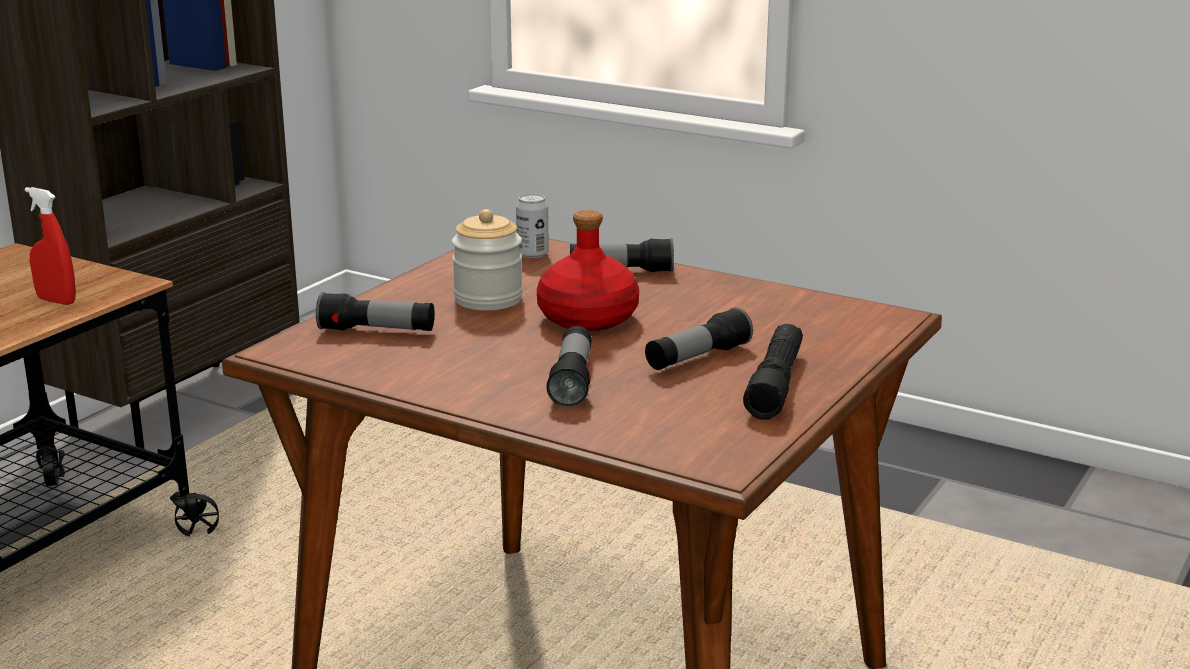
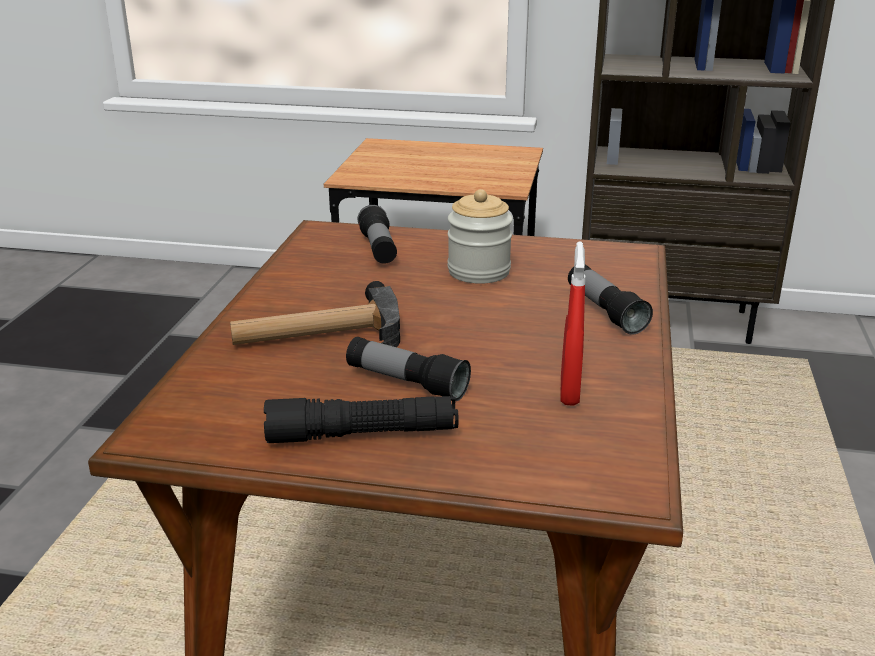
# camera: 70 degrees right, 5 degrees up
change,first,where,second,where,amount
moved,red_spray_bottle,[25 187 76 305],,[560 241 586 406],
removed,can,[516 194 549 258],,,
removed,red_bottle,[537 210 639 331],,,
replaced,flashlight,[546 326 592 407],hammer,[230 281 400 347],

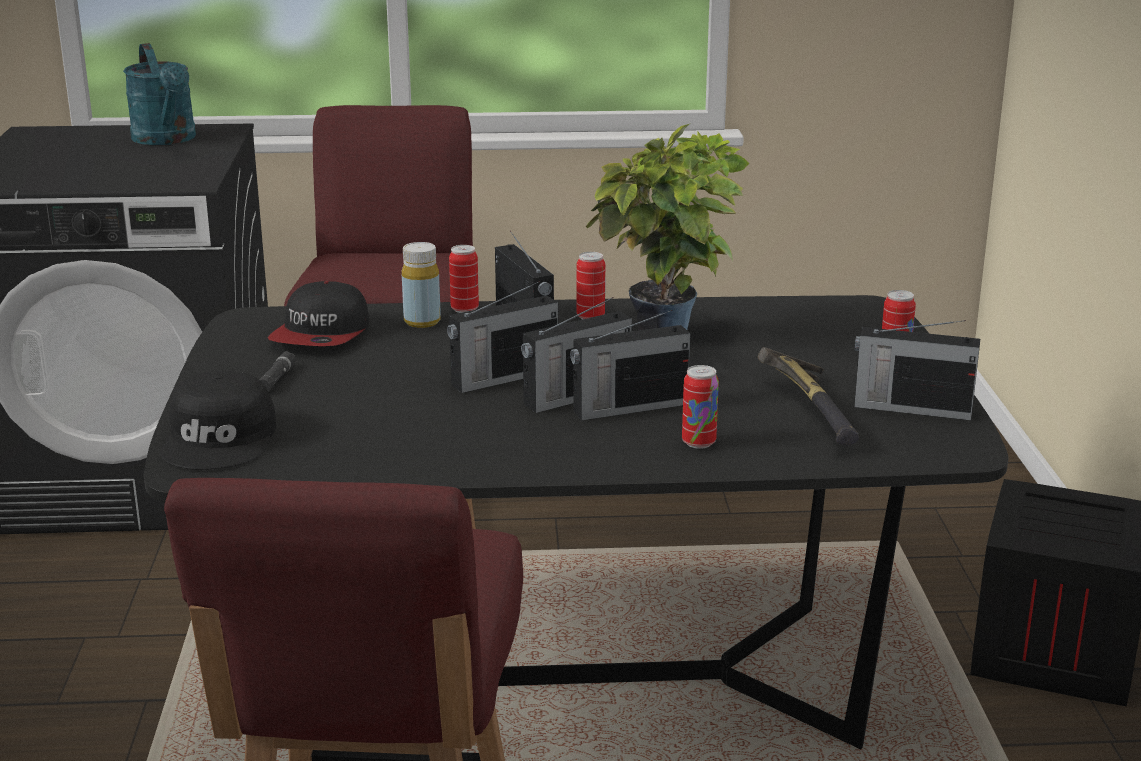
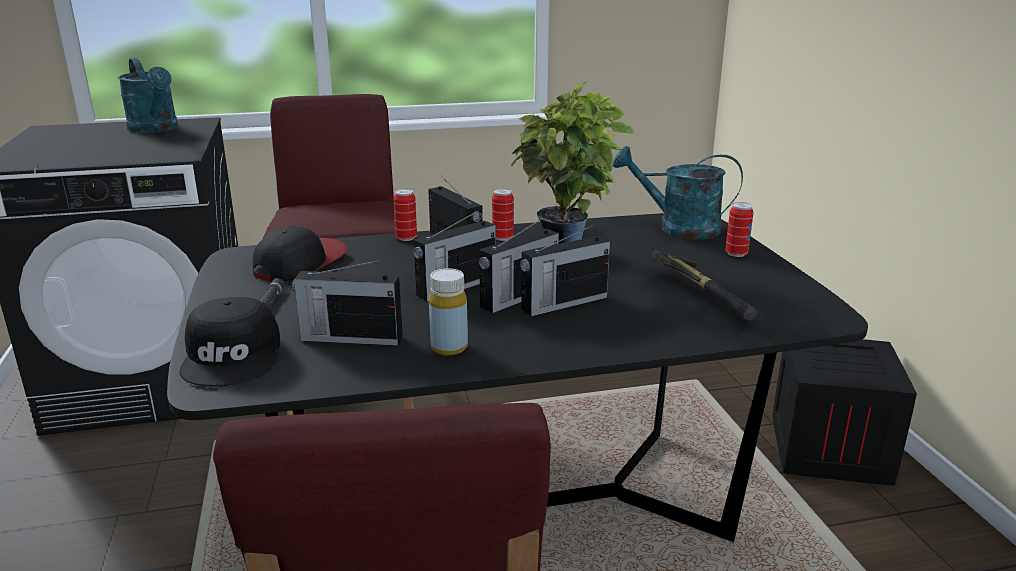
# camera: 10 degrees left, 0 degrees up
change,first,where,second,where,amount
moved,yellow_bottle,[402 242 441 328],,[429 268 468 356],
turned,cap,[268 281 369 346],,[253 226 348 281],150 degrees counterclockwise
moved,radio,[854 320 980 420],,[292 260 403 346],
removed,can,[682 365 719 449],,,
added,,,turquoise_watering_can,[613 146 743 239],

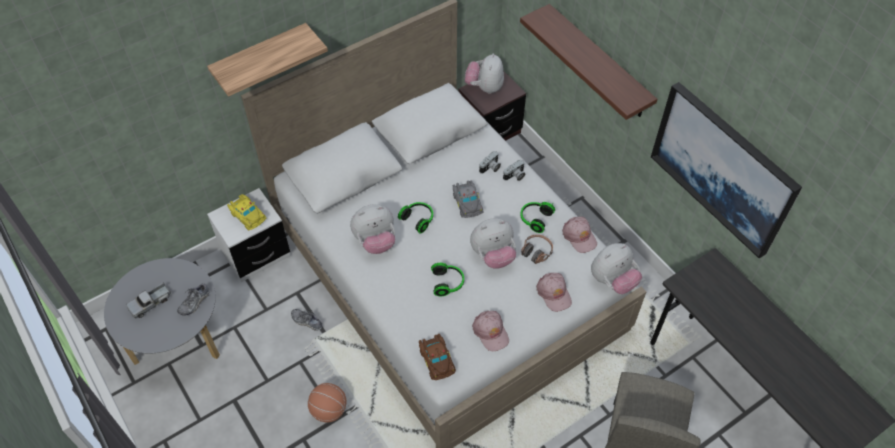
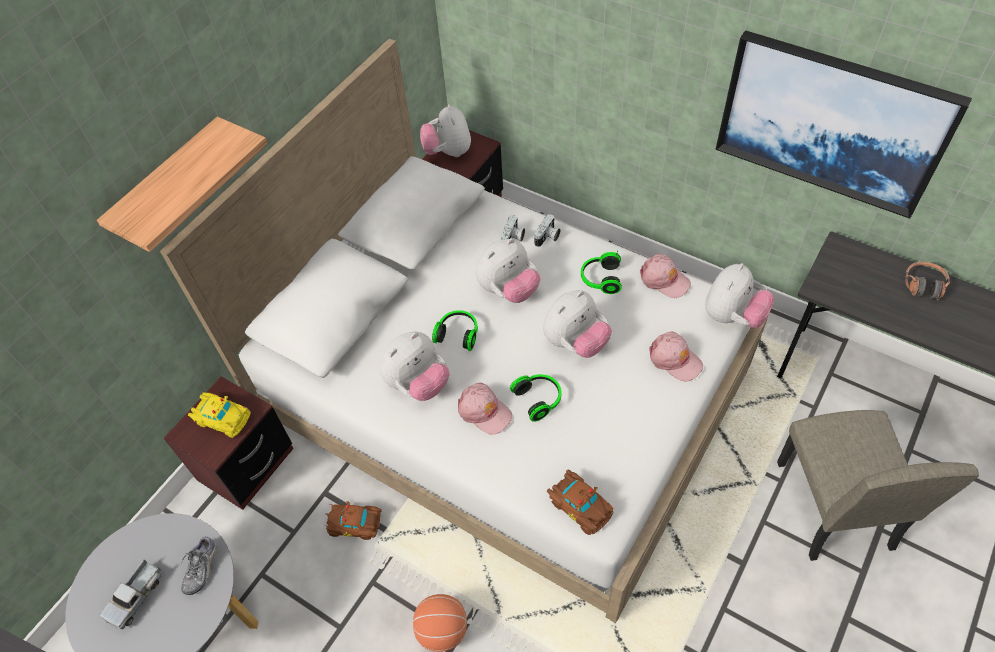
# camera: 20 degrees left, 0 degrees up
change,first,where,second,where,amount
removed,shelf,[520 4 657 120],,,
replaced,grey_toy_car,[453 180 484 218],plush_toy,[476 238 540 303],
recoloured,white_nightstand,[207 188 291 282],brown_nightstand,[163 376 294 510],
moved,headphones,[521 234 553 264],,[905 262 950 300],
replaced,shoe,[291 309 323 331],brown_toy_car,[324 501 382 540],
moved,pink_cap,[472 311 509 351],,[458 383 512 435],

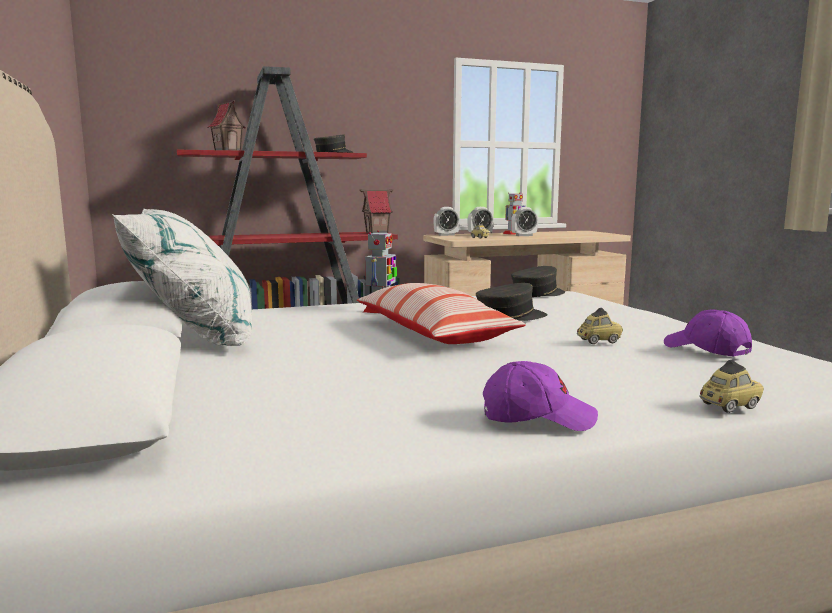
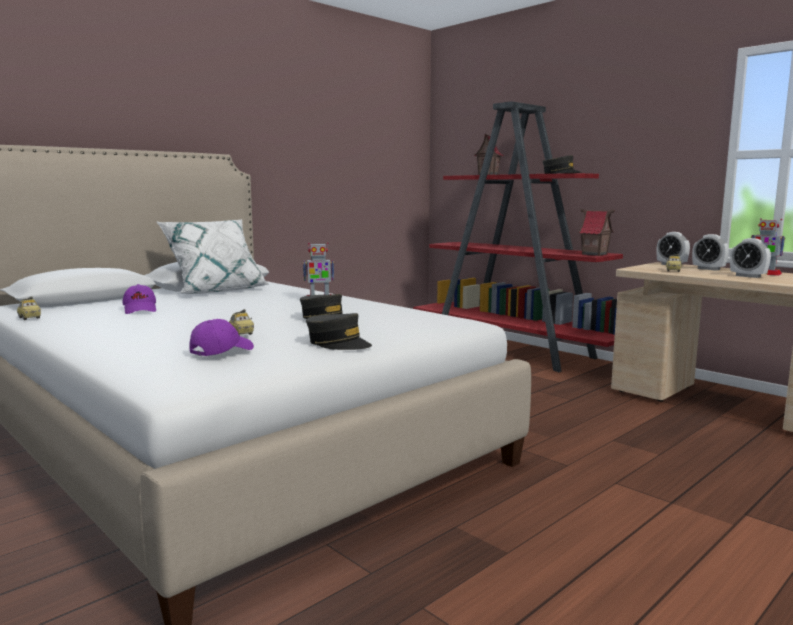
# camera: 65 degrees right, 0 degrees up
change,first,where,second,where,amount
moved,grey_cap,[511 266 565 297],,[306 313 372 350],
removed,pillow,[357 283 526 344],,,
moved,toy_car,[699 360 764 413],,[17 296 41 320],
moved,purple_cap,[483 361 598 431],,[123 284 156 314],

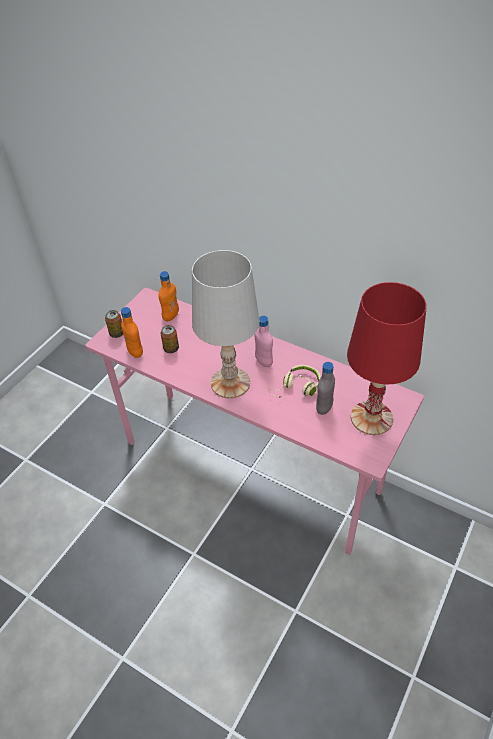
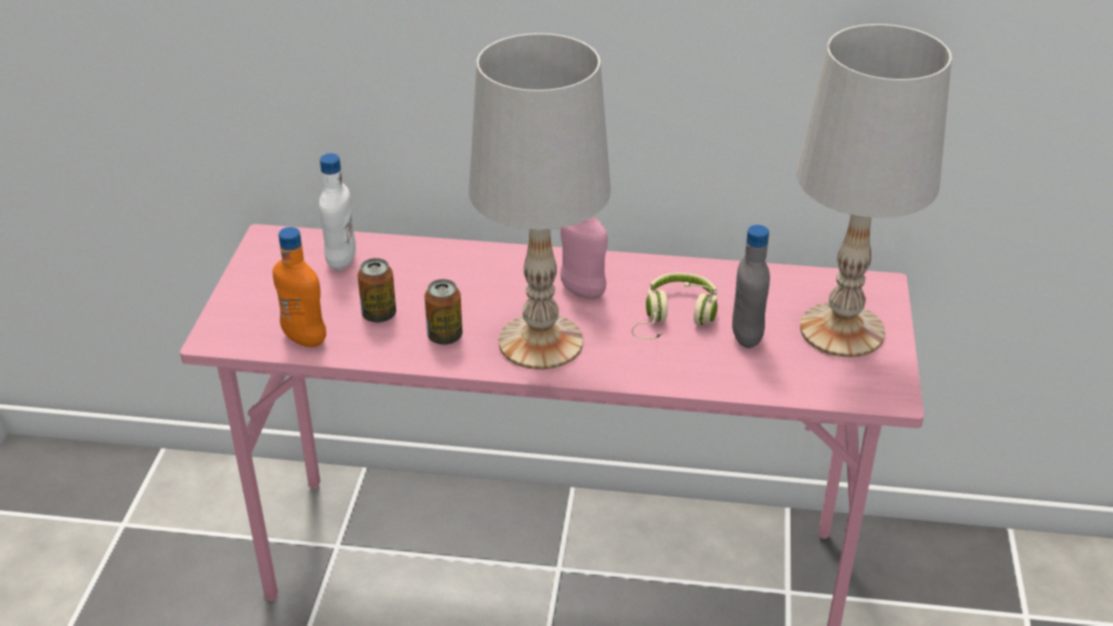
# camera: 25 degrees left, 10 degrees down
change,first,where,second,where,amount
recoloured,orange_bottle,[158 271 179 321],white_bottle,[319 153 356 271],
recoloured,red_table_lamp,[347 282 427 435],white_table_lamp,[797 24 952 357],
moved,can,[105 310 123 338],,[425 279 462 345],

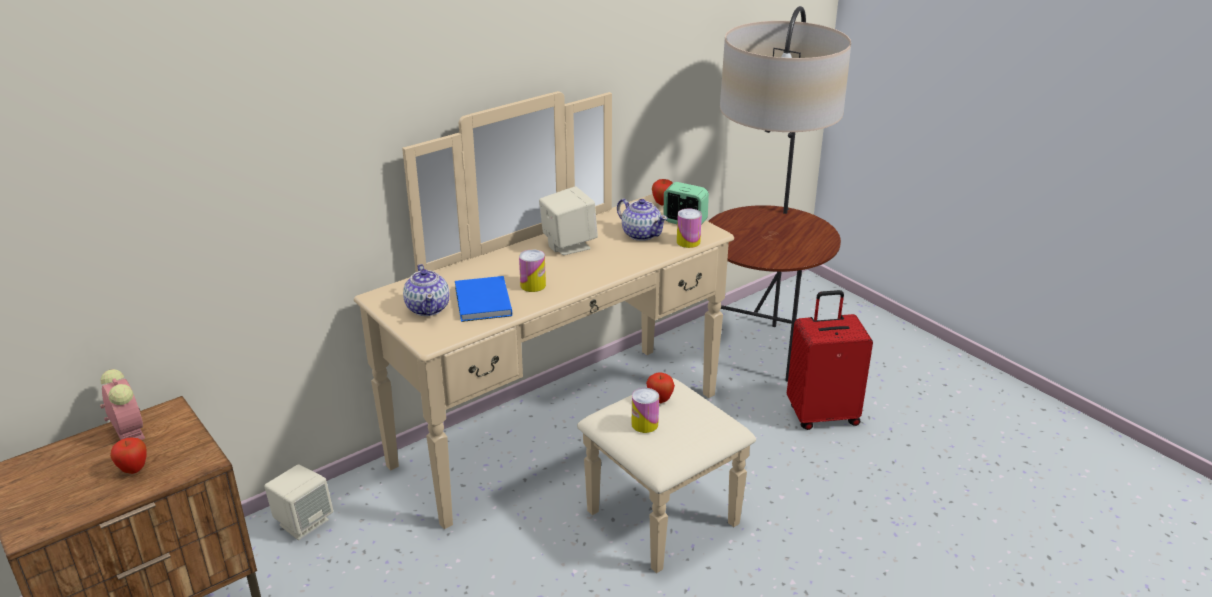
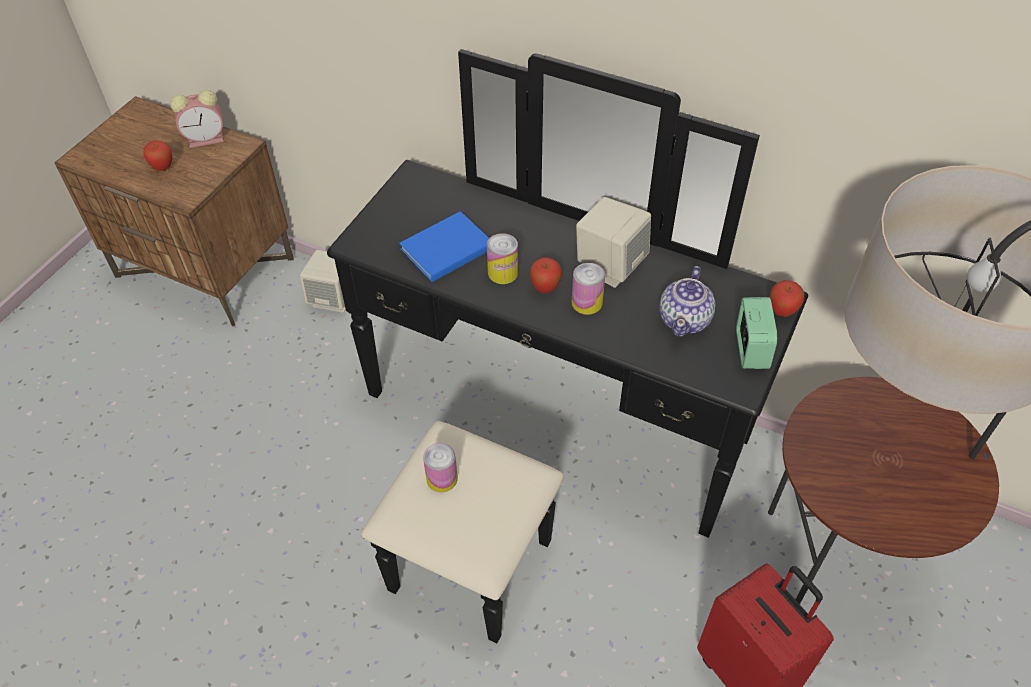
# camera: 65 degrees right, 20 degrees up
change,first,where,second,where,amount
recoloured,beige_dresser,[354 91 756 573],black_dresser,[327 49 808 644],
moved,can,[677 208 702 248],,[572 263 605 315],
removed,teapot,[403 264 450 316],,,
turned,alarm_clock,[100 369 145 440],,[170 90 224 148],45 degrees clockwise
moved,apple,[646 372 675 403],,[529 258 562 294],

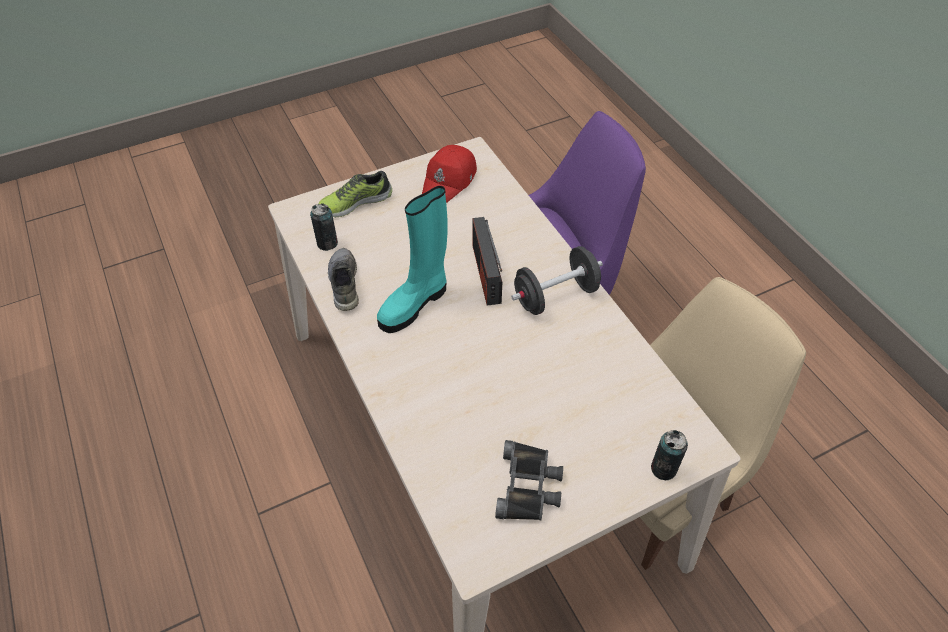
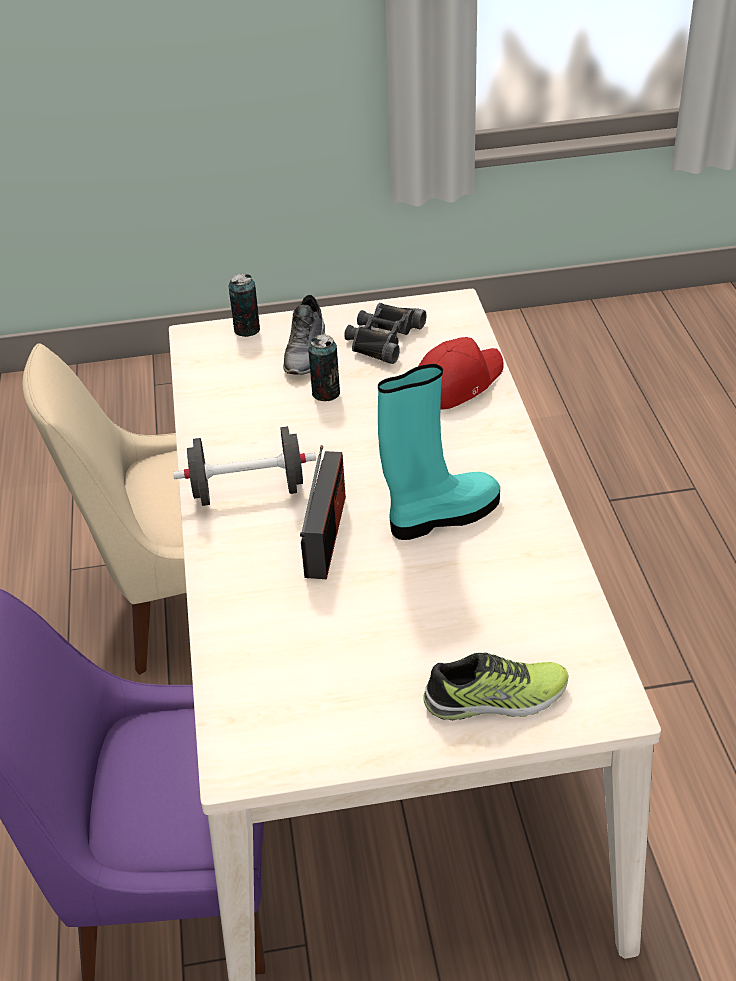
# camera: 160 degrees left, 10 degrees down
change,first,where,second,where,amount
moved,red_cap,[422 145 477 203],,[419 337 503 409],
moved,can,[310 203 338 251],,[308 334 340 401],
moved,grey_shoe,[328 248 359 311],,[283 295 325 375],

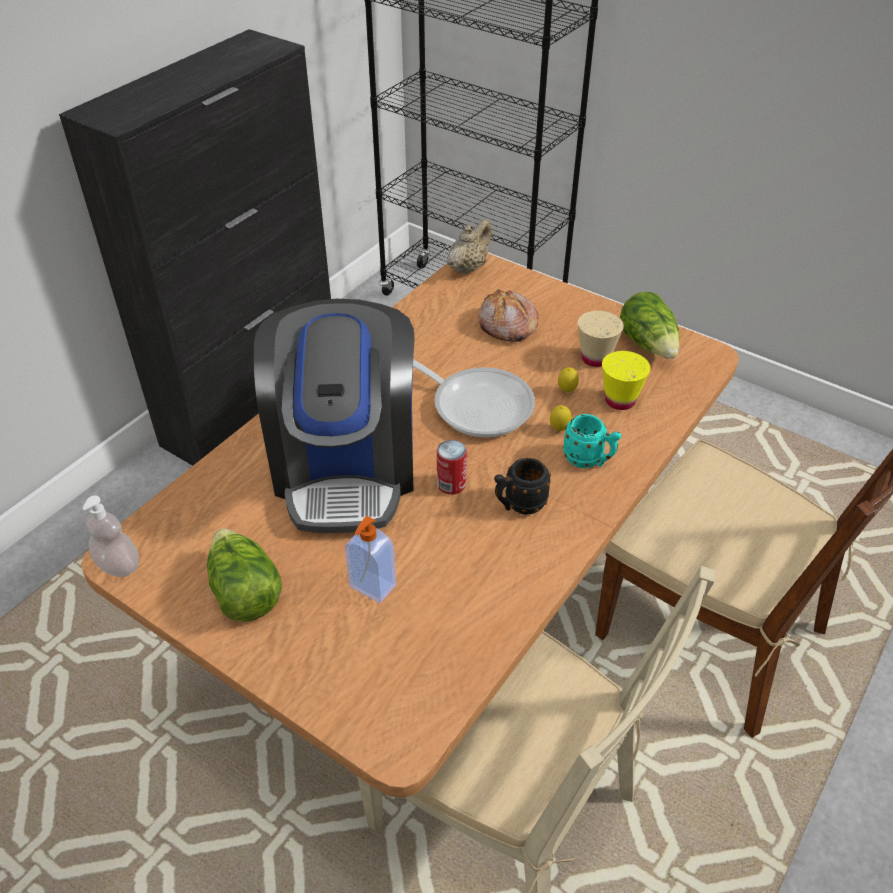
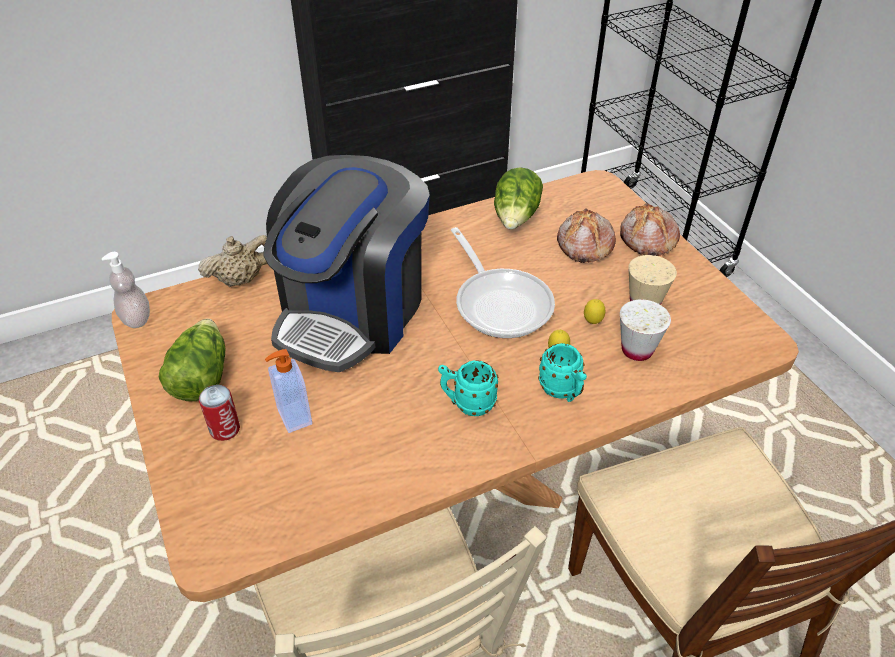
# camera: 30 degrees right, 0 degrees up
change,first,where,second,where,amount
moved,beige_teapot,[447 220 492 275],,[198 235 268 287],
moved,lettuce,[620 292 680 359],,[494 168 543 230],
recoloured,yellow_cup,[602 351 651 410],white_cup,[620 299 671 361],
moved,can,[437 440 467 495],,[199 385 240 441],
recoloured,black_mug,[494 458 551 514],turquoise_mug,[438 360 498 416],
added,,,bread,[620 203 680 256],

